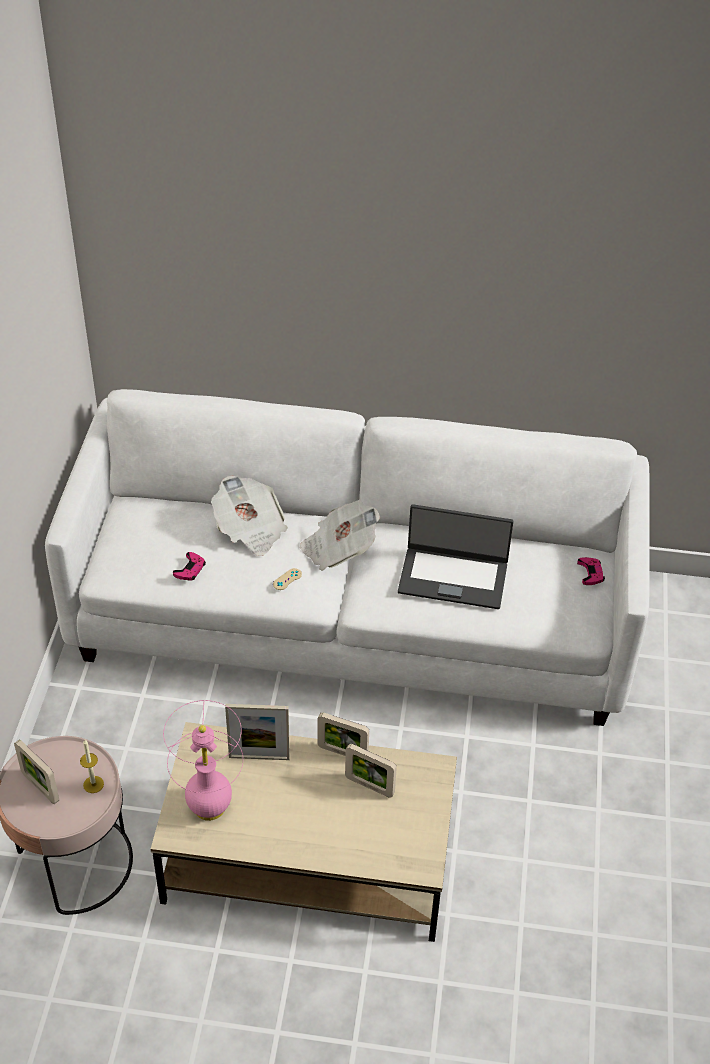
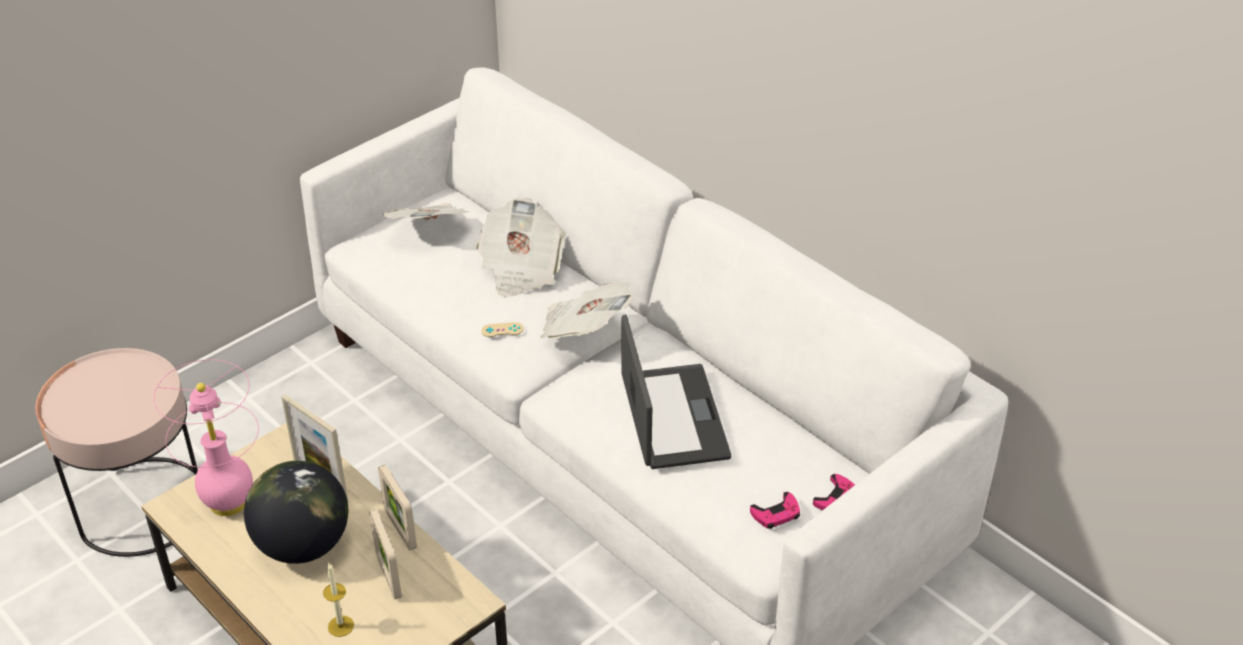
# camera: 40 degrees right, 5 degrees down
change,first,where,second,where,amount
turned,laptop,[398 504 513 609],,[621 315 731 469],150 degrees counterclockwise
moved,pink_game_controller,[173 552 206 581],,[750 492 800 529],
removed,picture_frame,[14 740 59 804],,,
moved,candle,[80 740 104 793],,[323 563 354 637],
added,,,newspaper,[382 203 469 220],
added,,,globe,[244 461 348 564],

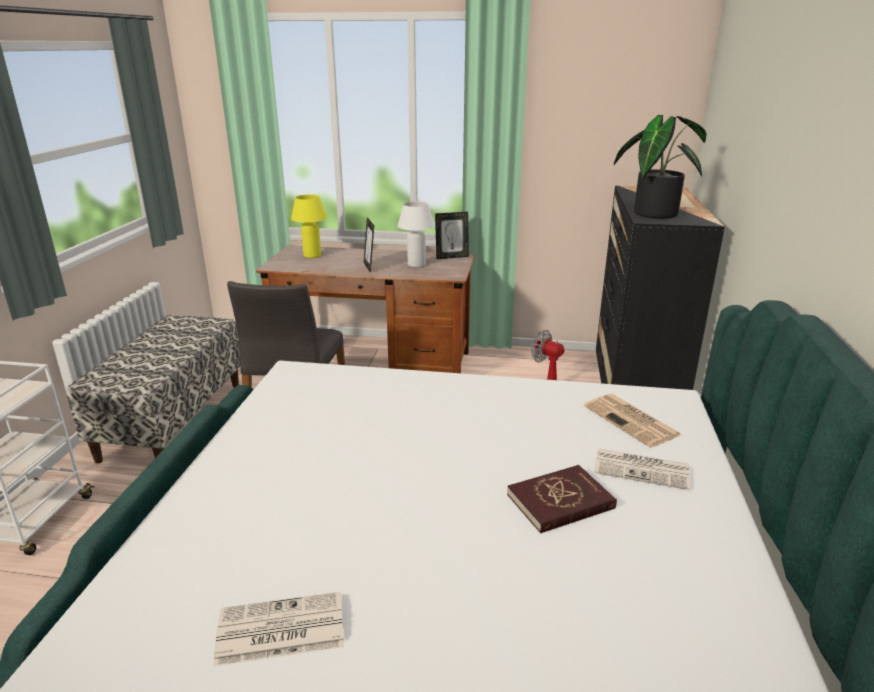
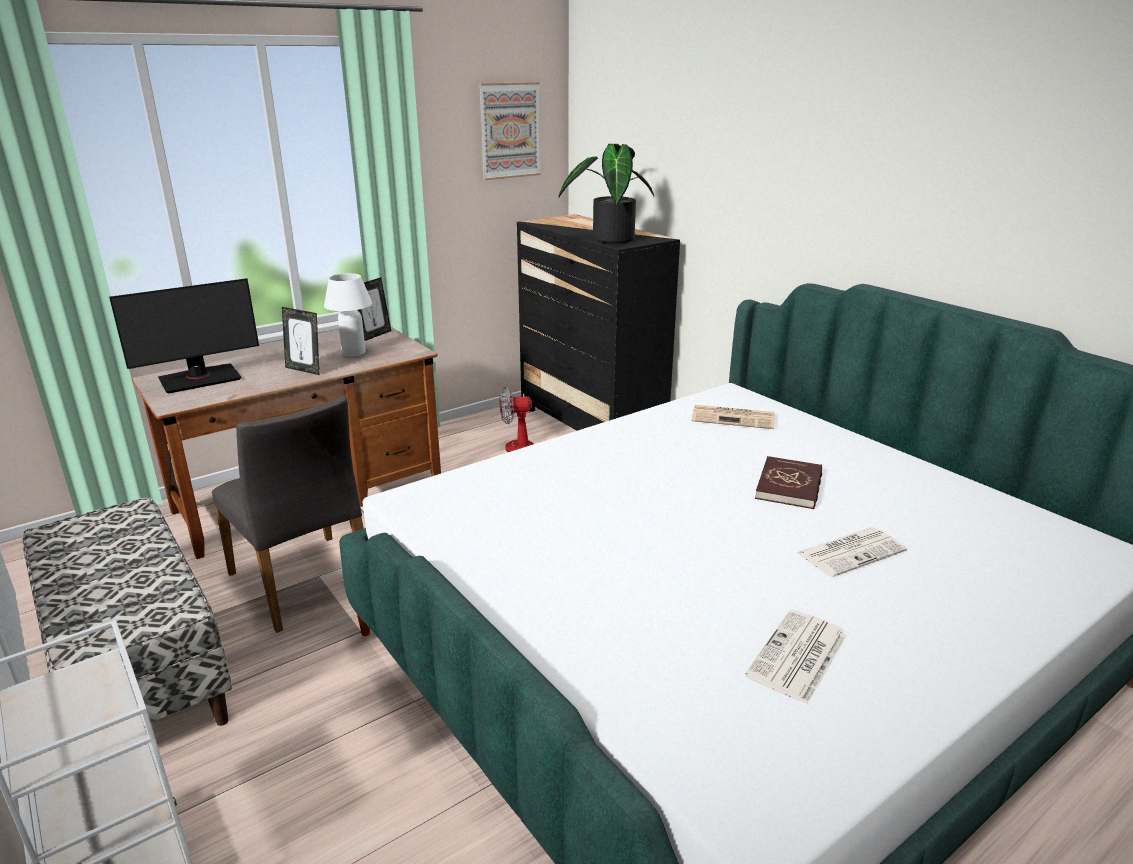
# camera: 45 degrees left, 0 degrees up
change,first,where,second,where,amount
replaced,yellow_table_lamp,[291 194 327 258],monitor,[109 278 259 394],
moved,newspaper,[594 448 690 490],,[796 527 907 577],
added,,,picture,[479 82 541 180],

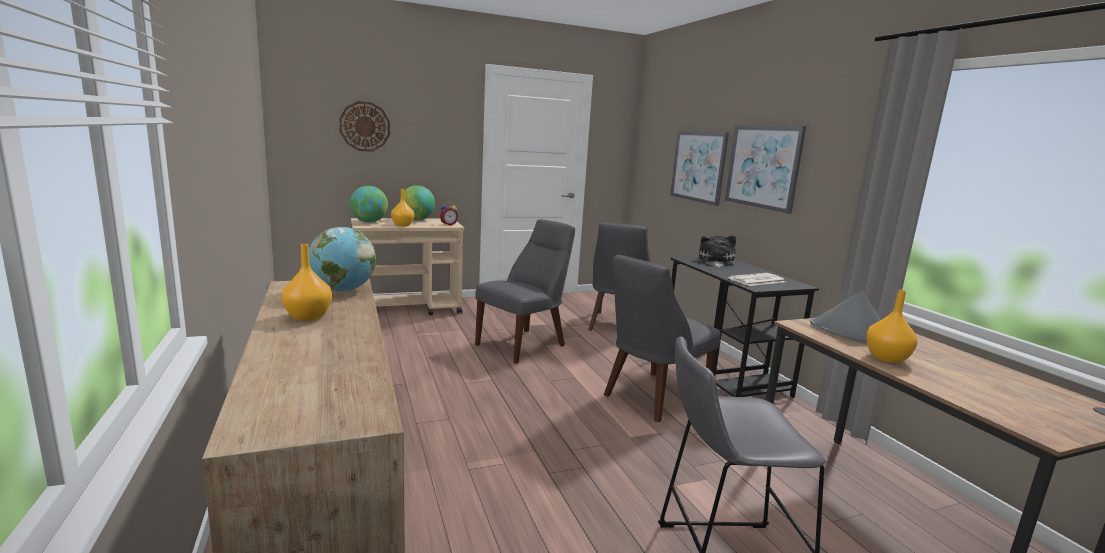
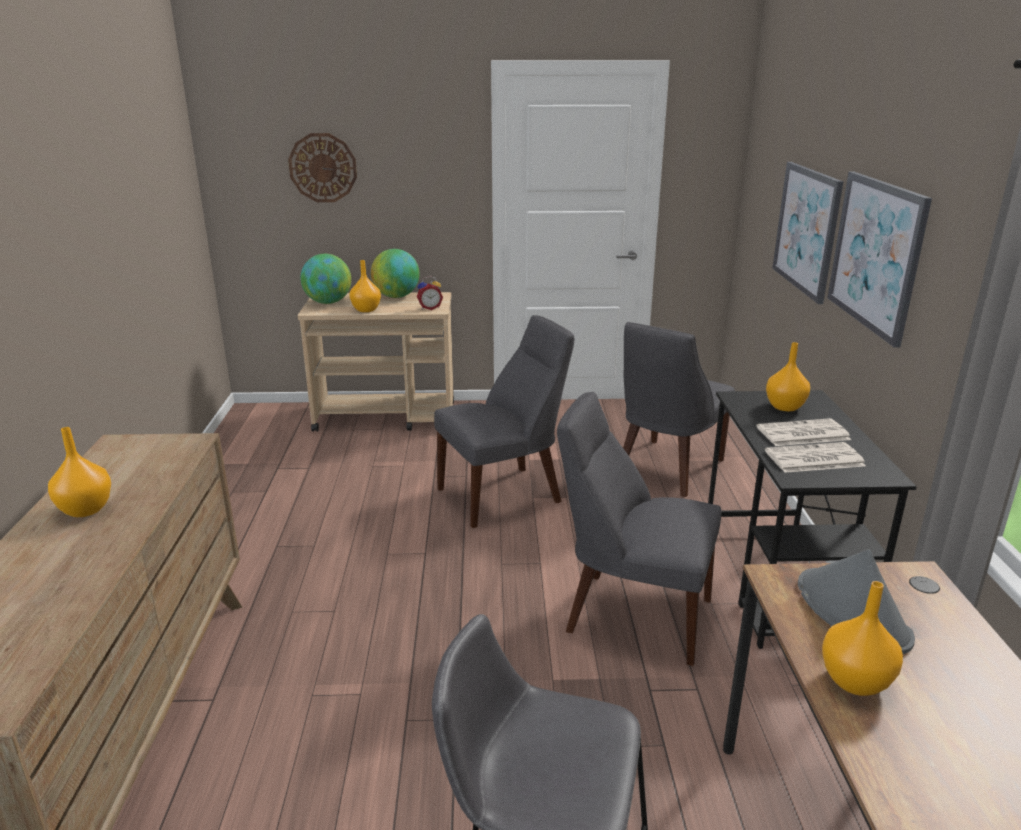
# camera: 20 degrees right, 10 degrees up
change,first,where,second,where,amount
removed,globe,[309 227 376 292],,,
replaced,plush_toy,[699 235 736 268],orange_vase,[766 342 810 411],
turned,grey_chair,[604 255 721 422],,[557 392 722 666],45 degrees clockwise
added,,,newspaper,[756 418 851 446],

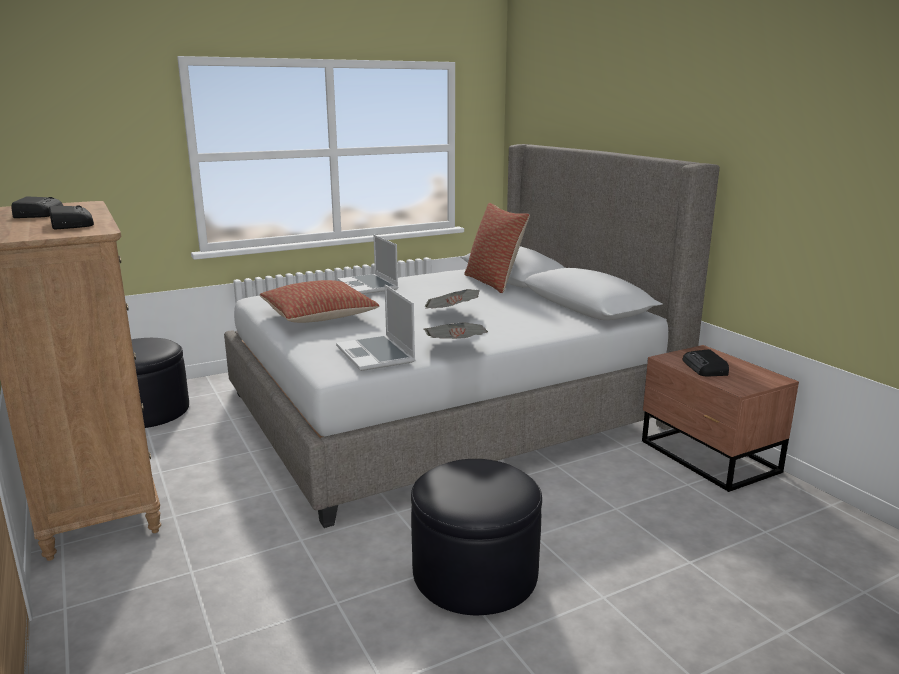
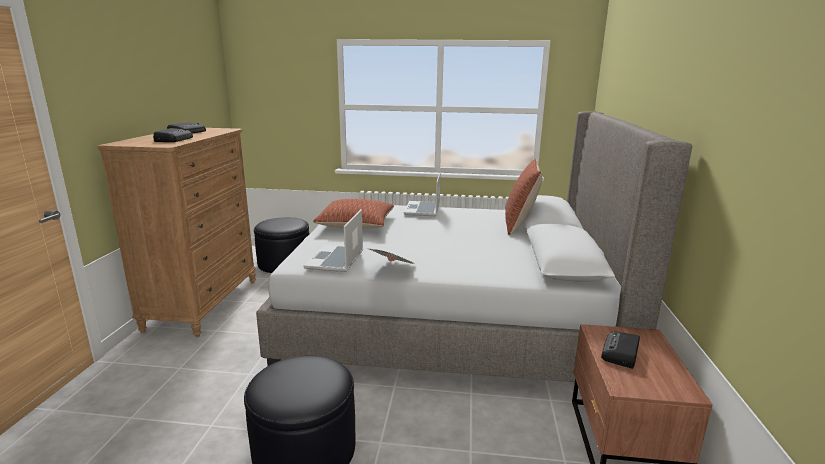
# camera: 35 degrees right, 0 degrees up
change,first,where,second,where,amount
removed,newspaper,[425 289 479 309],,,

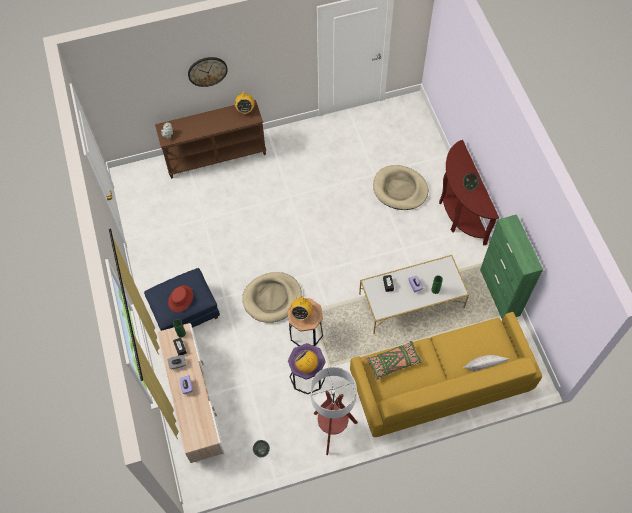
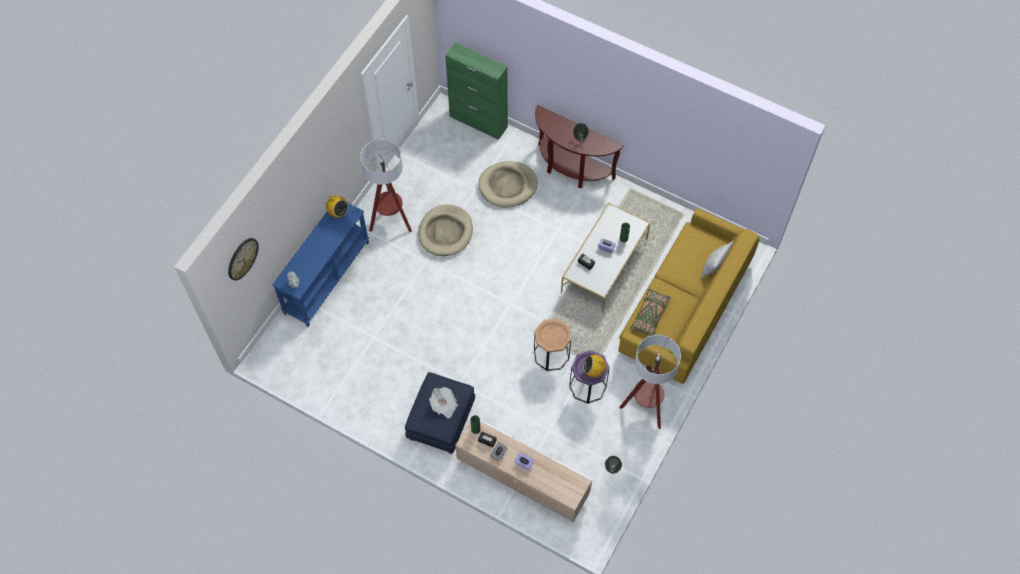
# camera: 45 degrees left, 0 degrees up
change,first,where,second,where,amount
moved,wall_clock,[188 57 228 87],,[228 238 259 281],
recoloured,brown_console_table,[155 100 266 179],blue_console_table,[272 203 369 327],
moved,green_cabinet,[480 214 543 319],,[445 43 508 140],
moved,beige_dog_bed,[242 272 302 323],,[418 205 473 256],
replaced,red_hat,[168 285 193 312],newspaper,[429 387 458 419],
removed,radio,[290 296 312 320],,,
added,,,floor_lamp,[360 139 412 232],

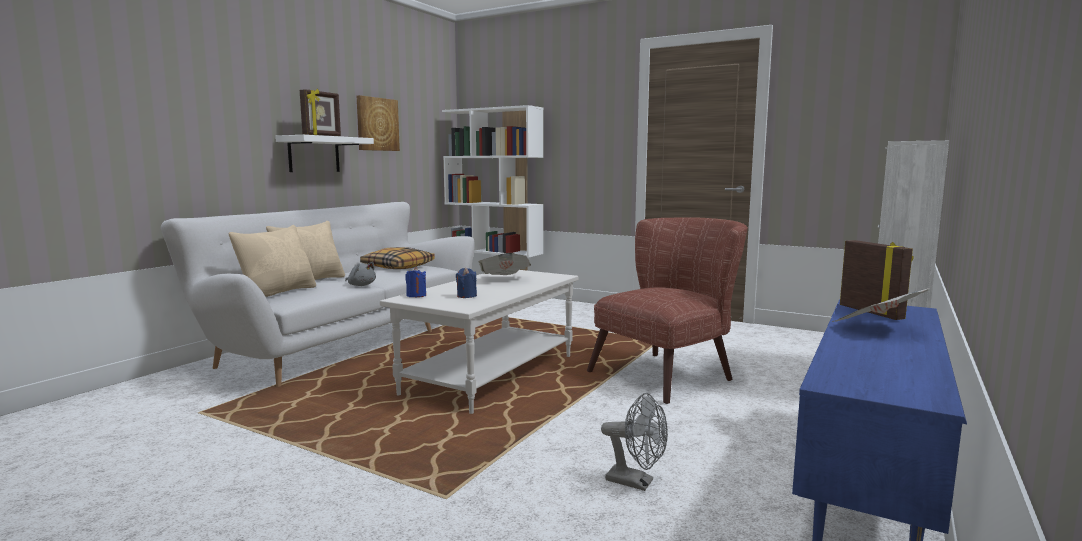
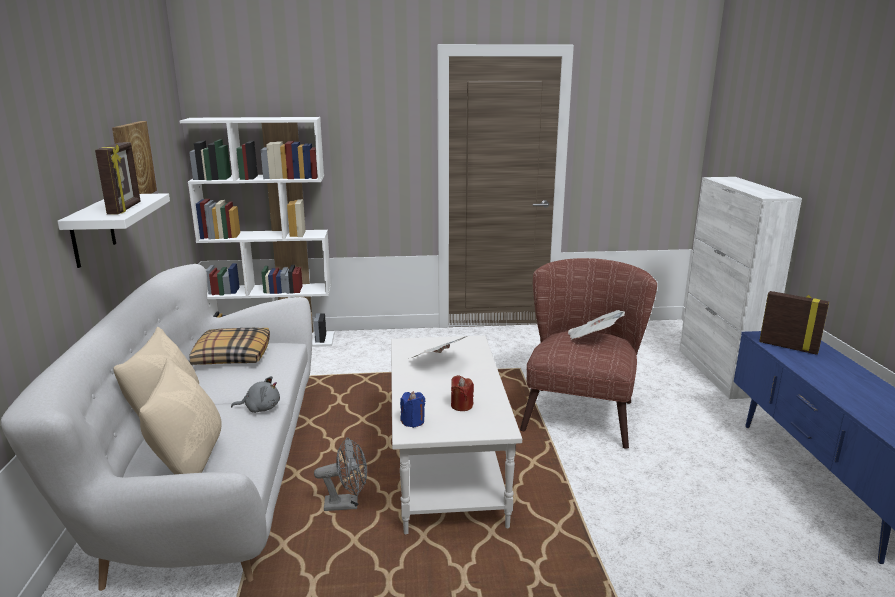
# camera: 35 degrees left, 10 degrees up
change,first,where,second,where,amount
recoloured,blue_candle,[456 267 477 298],red_candle,[451 375 474 411],
moved,newspaper,[832 288 929 322],,[568 310 625 340],
moved,grey_fan,[601 393 668 491],,[314 437 367 511],

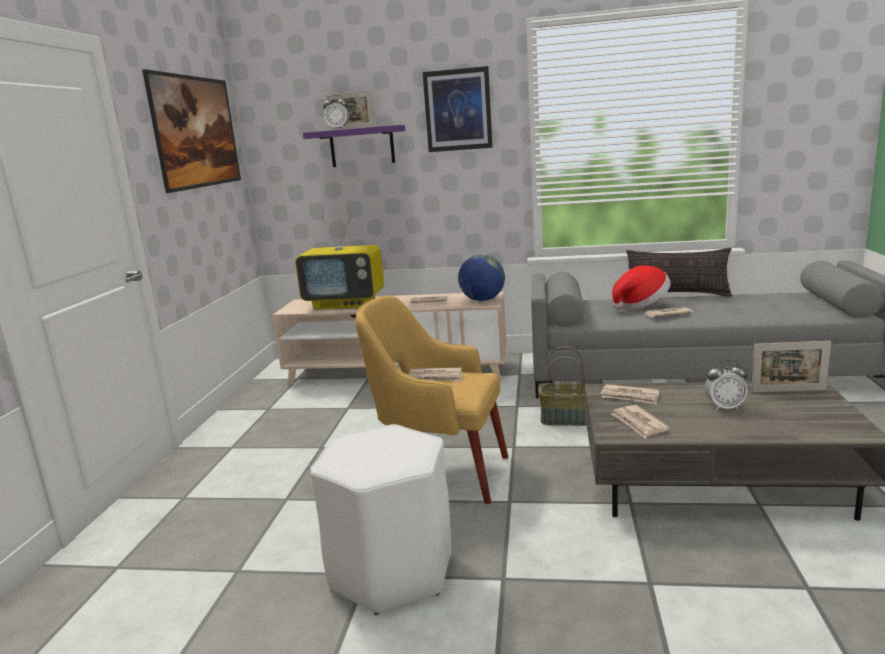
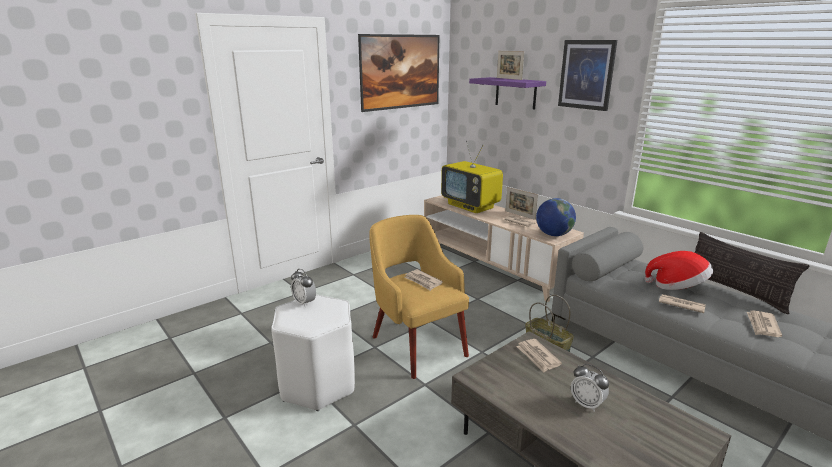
# camera: 40 degrees right, 5 degrees up
change,first,where,second,where,amount
moved,alarm_clock,[323 95 349 130],,[291 269 316 307],
moved,picture_frame,[751 341 831 393],,[505 187 538 220],
moved,newspaper,[611 405 670 438],,[747 311 782 337],

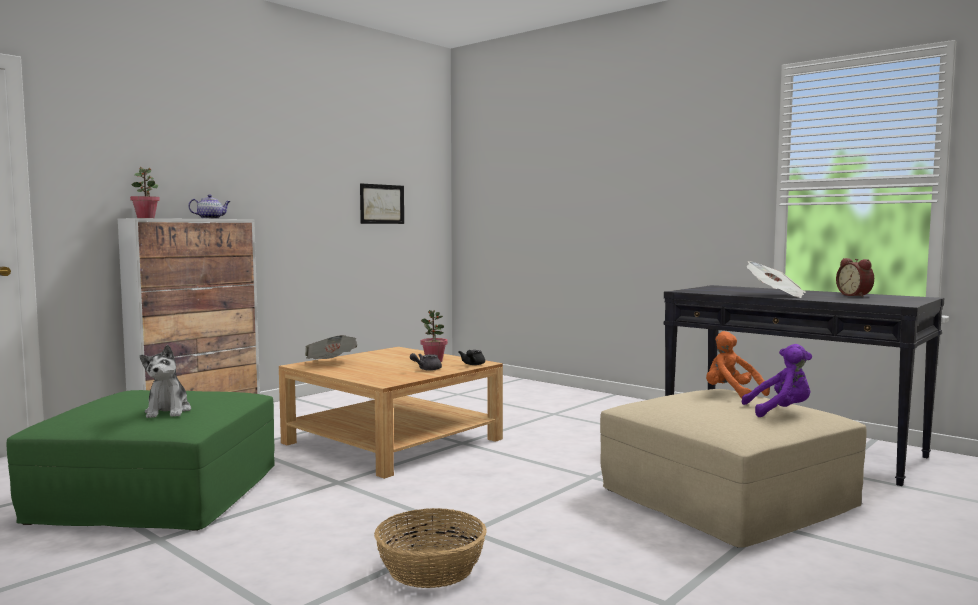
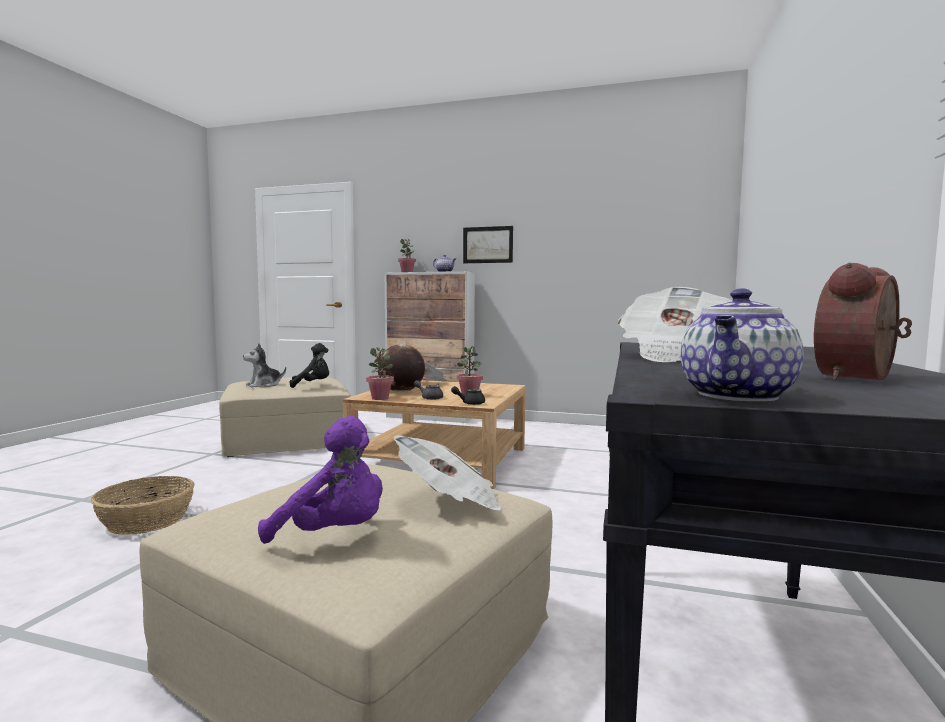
# camera: 65 degrees right, 0 degrees up
change,first,where,second,where,amount
moved,picture,[360 183 404 224],,[463 226 513 263],
replaced,orange_plush_toy,[706 331 770 399],newspaper,[393 435 501 511],
turned,purple_plush_toy,[741 344 812 417],,[258 416 383 544],45 degrees counterclockwise
recoloured,green_ottoman,[7 390 275 531],beige_ottoman,[219 377 351 457],
added,,,teapot,[681 288 803 401],
added,,,black_plush_toy,[290 343 329 388],
added,,,globe,[377 344 425 392],
added,,,potted_plant,[366 347 394 400],

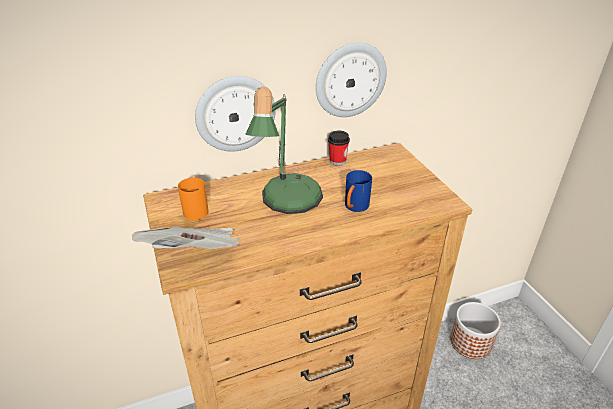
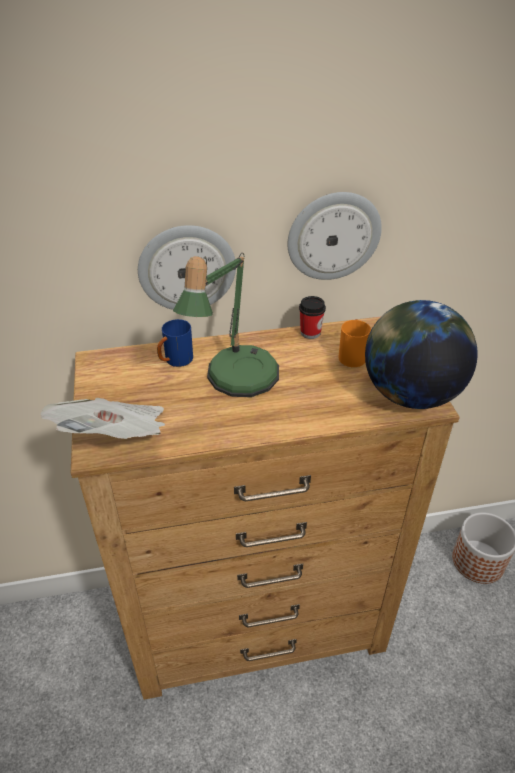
# camera: 10 degrees right, 5 degrees up
change,first,where,second,where,amount
moved,blue_mug,[345 170 372 212],,[157 319 193 367],
moved,orange_mug,[178 177 208 220],,[338 319 371 367],
added,,,globe,[365 300 478 409],

